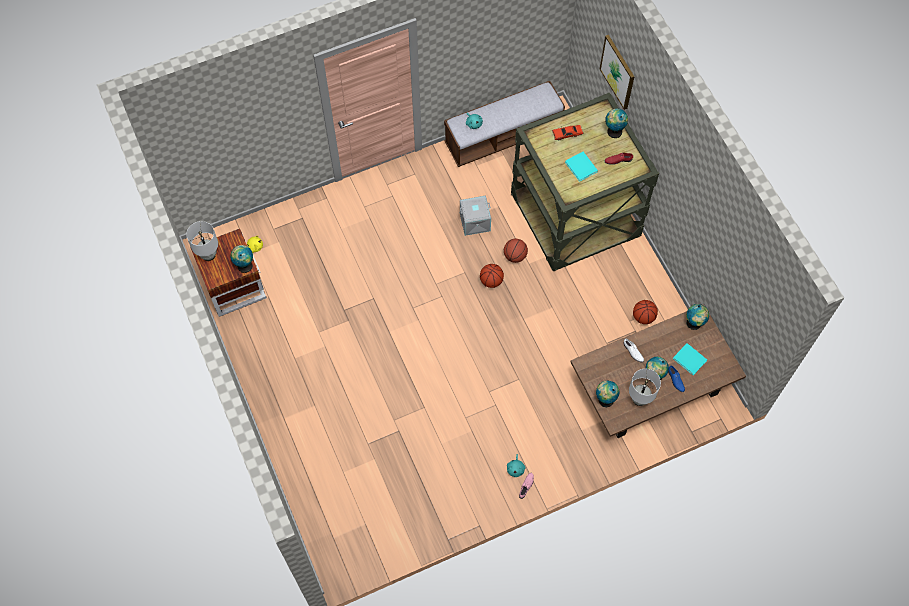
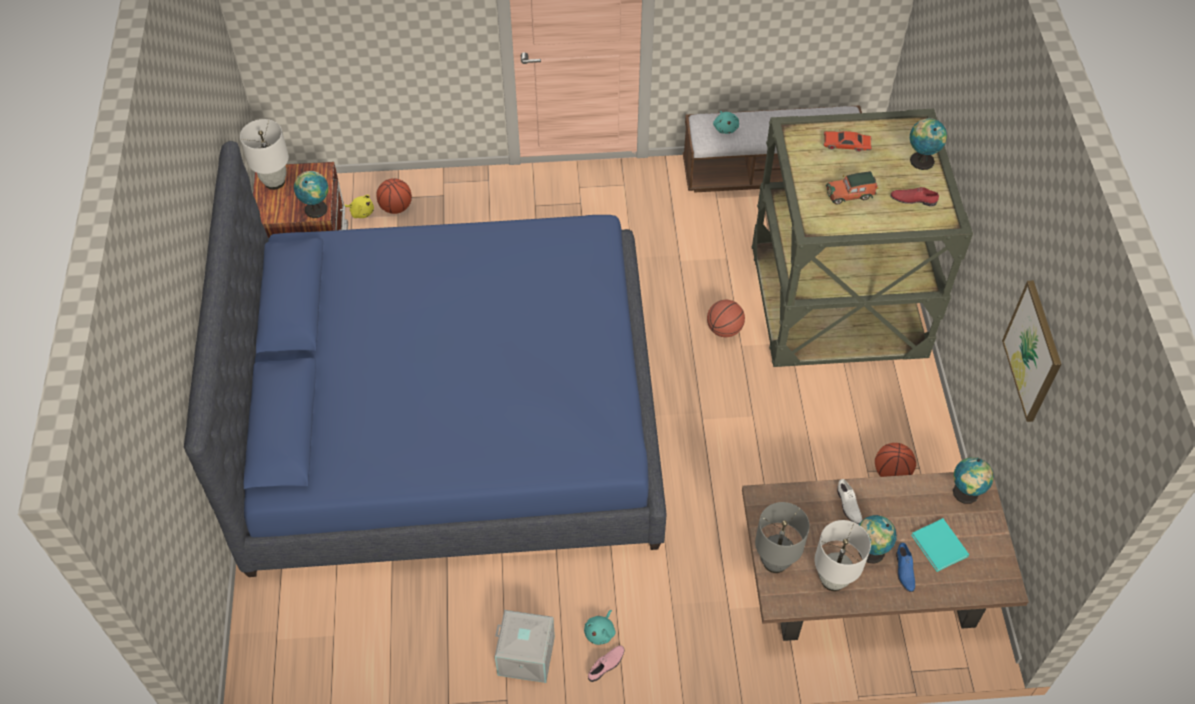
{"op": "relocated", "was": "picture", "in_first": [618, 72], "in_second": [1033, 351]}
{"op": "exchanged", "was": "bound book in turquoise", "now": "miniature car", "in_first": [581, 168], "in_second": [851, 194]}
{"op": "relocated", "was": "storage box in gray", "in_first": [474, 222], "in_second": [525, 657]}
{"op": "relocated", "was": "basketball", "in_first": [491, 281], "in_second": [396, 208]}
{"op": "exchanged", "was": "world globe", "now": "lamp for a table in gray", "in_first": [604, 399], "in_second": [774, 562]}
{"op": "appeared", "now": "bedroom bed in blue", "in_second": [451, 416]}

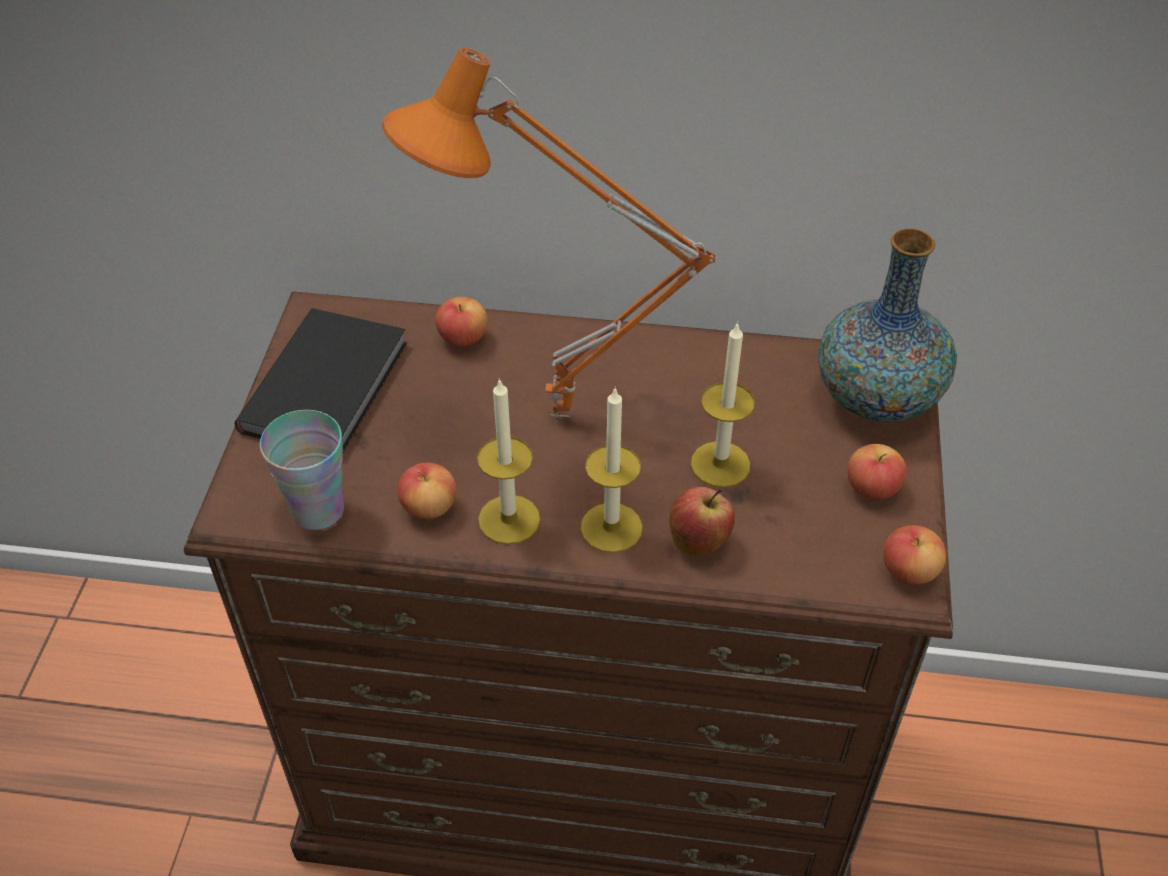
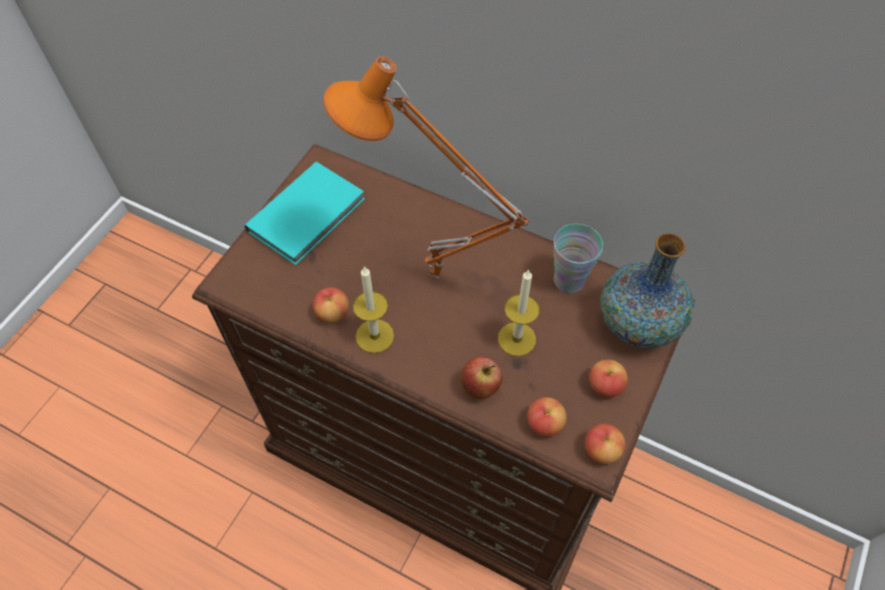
{"op": "relocated", "was": "apple", "in_first": [463, 338], "in_second": [544, 423]}
{"op": "colour", "was": "bound book in black-coloured", "now": "bound book in turquoise", "in_first": [330, 385], "in_second": [309, 215]}
{"op": "missing", "was": "wax candle", "in_first": [611, 527]}
{"op": "relocated", "was": "drinking cup", "in_first": [318, 510], "in_second": [569, 280]}

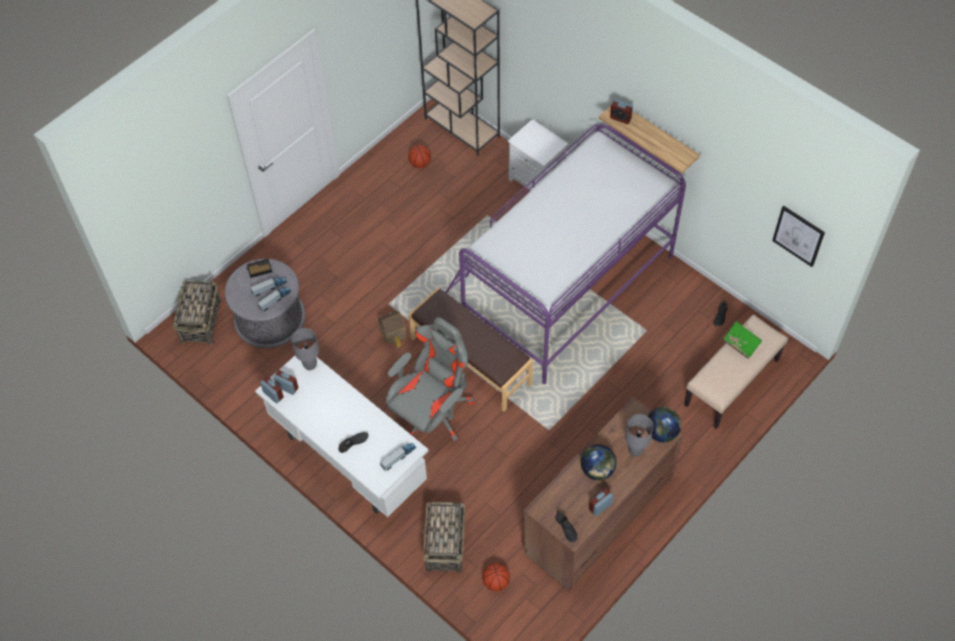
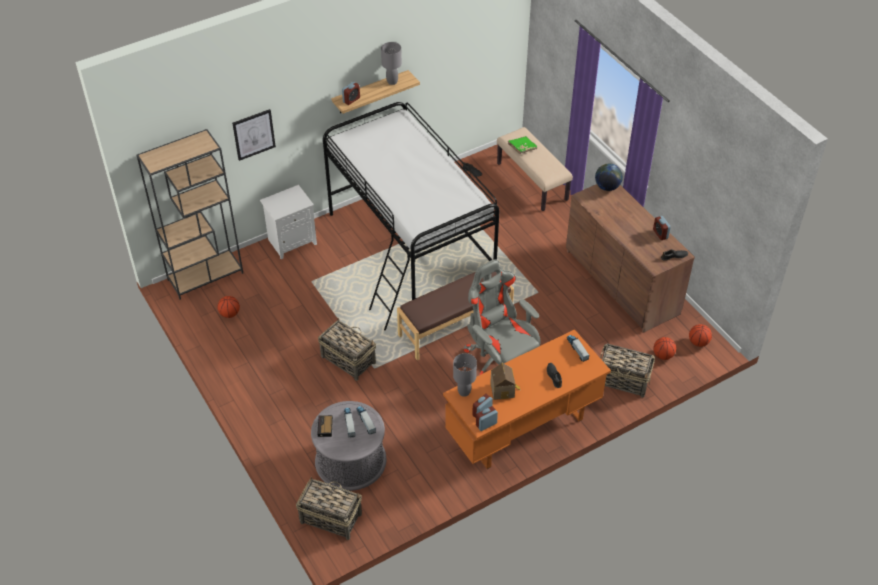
{"op": "colour", "was": "bedroom bed in purple", "now": "bedroom bed in black-coloured", "in_first": [565, 289], "in_second": [409, 251]}
{"op": "relocated", "was": "picture", "in_first": [798, 235], "in_second": [253, 134]}
{"op": "relocated", "was": "toy house", "in_first": [393, 334], "in_second": [503, 390]}
{"op": "colour", "was": "desk table in white", "now": "desk table in orange-coloured", "in_first": [348, 459], "in_second": [523, 429]}
{"op": "relocated", "was": "lamp for a table in gray", "in_first": [635, 451], "in_second": [392, 82]}
{"op": "missing", "was": "world globe", "in_first": [597, 470]}
{"op": "appeared", "now": "basket", "in_second": [347, 359]}
{"op": "appeared", "now": "basketball", "in_second": [698, 342]}

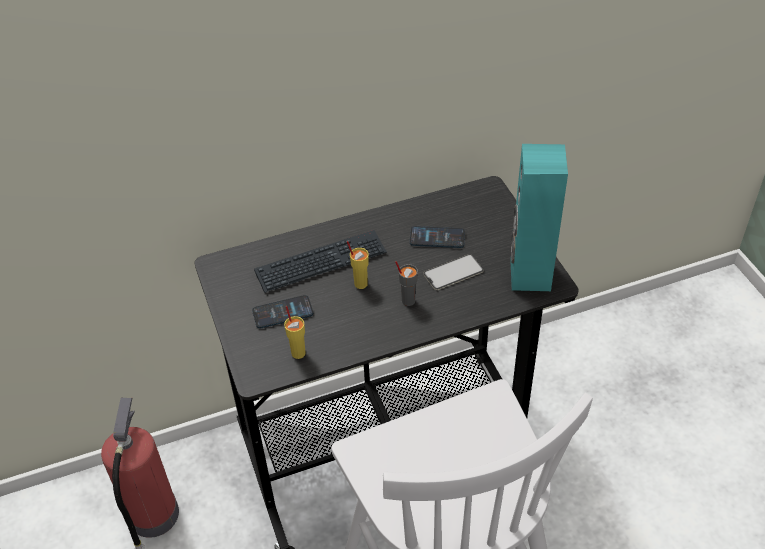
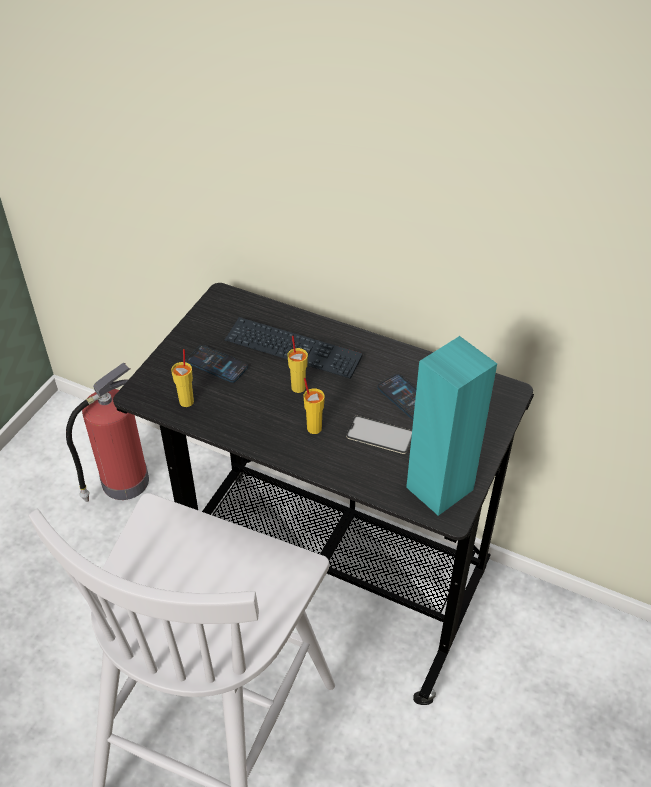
{"op": "colour", "was": "drinking cup in gray", "now": "drinking cup in yellow-coloured", "in_first": [408, 300], "in_second": [314, 428]}

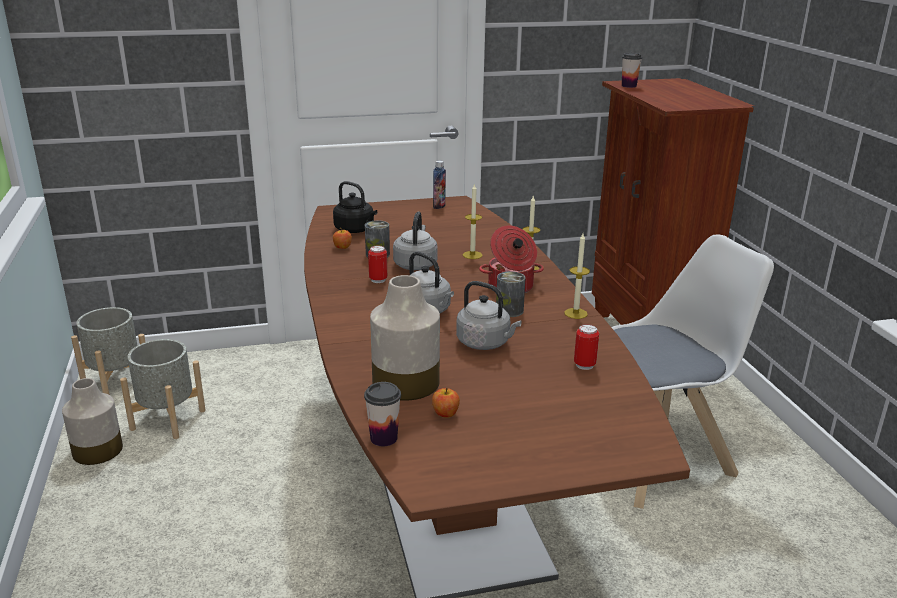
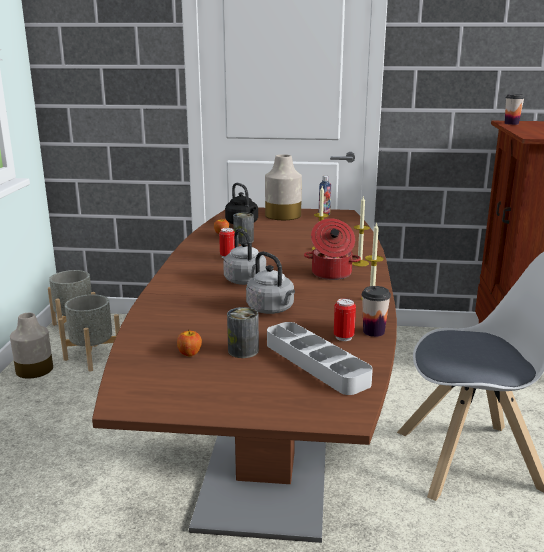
{"op": "missing", "was": "tea kettle in gray", "in_first": [416, 264]}
{"op": "relocated", "was": "can", "in_first": [509, 310], "in_second": [243, 350]}
{"op": "relocated", "was": "flower vase in beige-coloured", "in_first": [406, 382], "in_second": [283, 215]}
{"op": "relocated", "was": "drinking cup", "in_first": [383, 438], "in_second": [373, 332]}
{"op": "appeared", "now": "serving tray in gray", "in_second": [316, 363]}

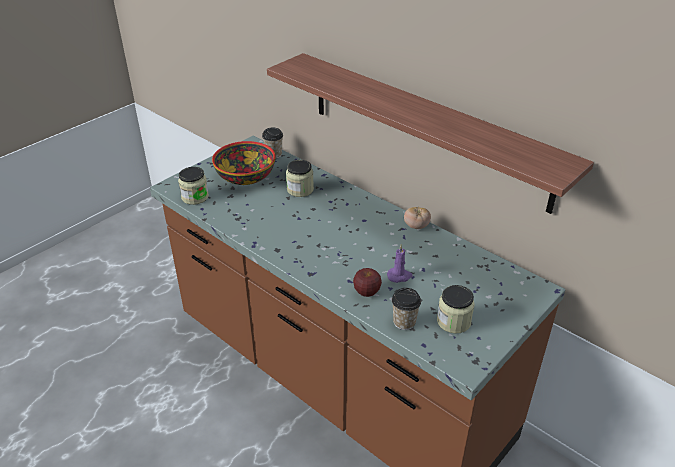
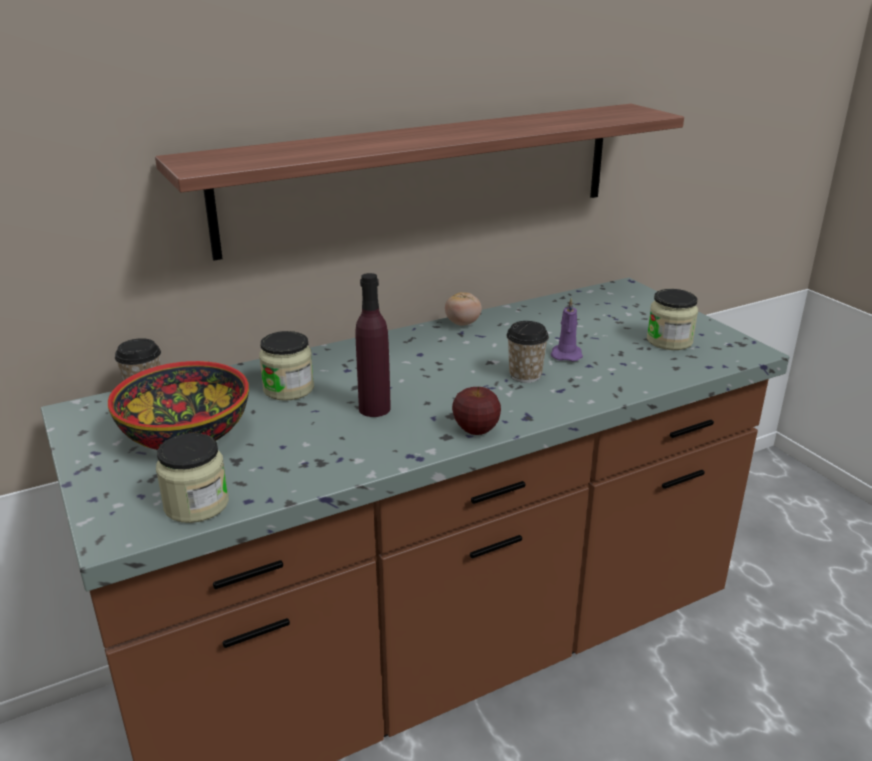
{"op": "relocated", "was": "apple", "in_first": [366, 292], "in_second": [476, 430]}
{"op": "relocated", "was": "drinking cup", "in_first": [404, 322], "in_second": [525, 375]}
{"op": "appeared", "now": "bottle in purple", "in_second": [374, 409]}

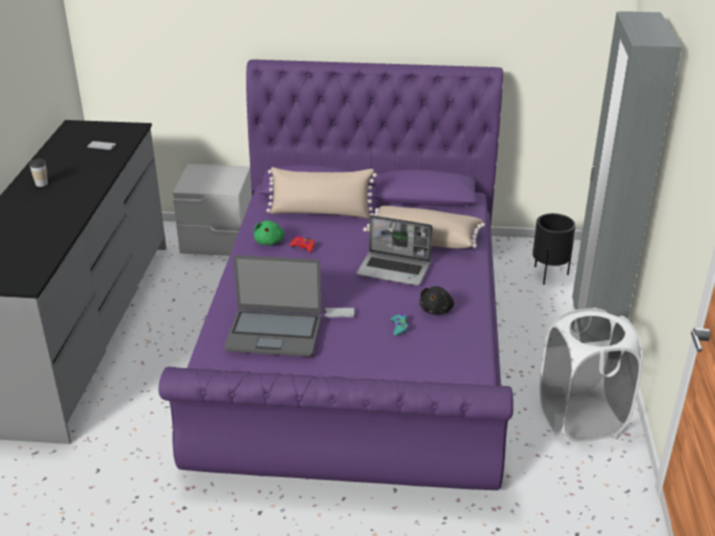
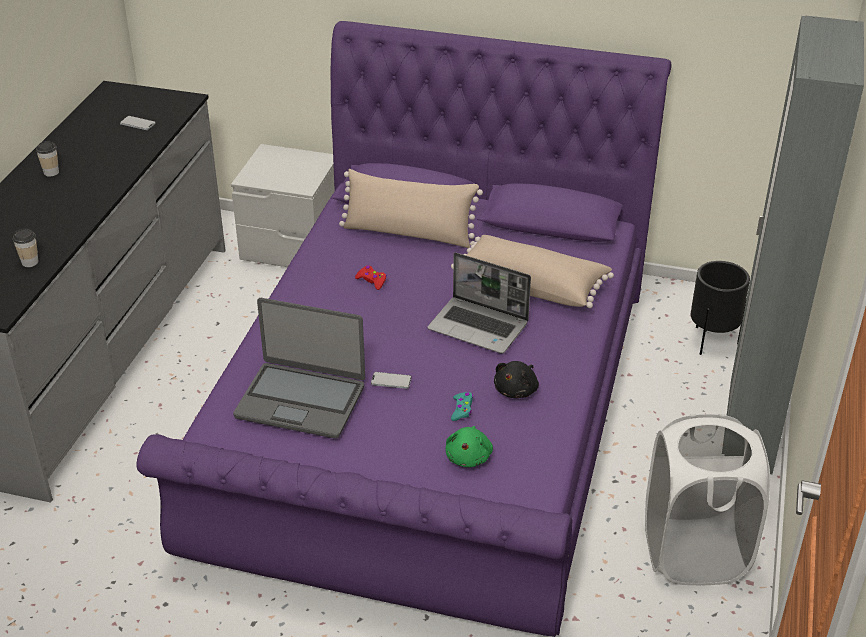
{"op": "relocated", "was": "plush toy in greenish", "in_first": [269, 241], "in_second": [469, 457]}
{"op": "appeared", "now": "drinking cup", "in_second": [30, 262]}

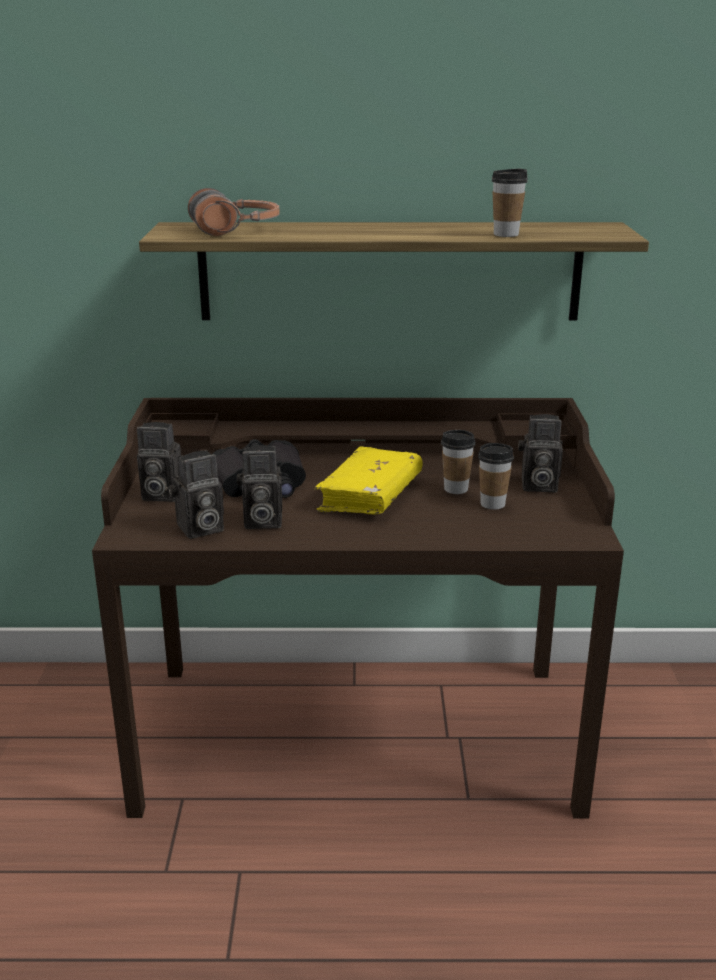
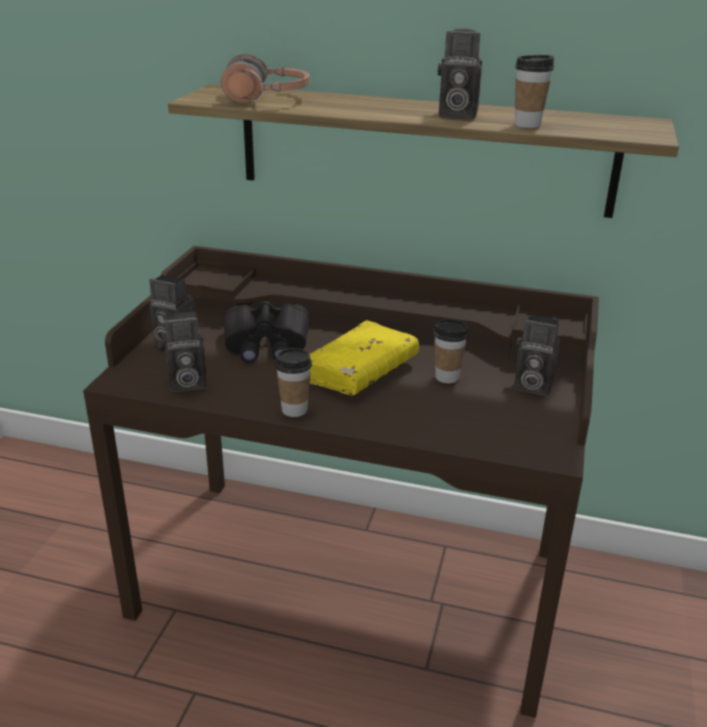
{"op": "relocated", "was": "drinking cup", "in_first": [492, 504], "in_second": [294, 410]}
{"op": "relocated", "was": "photo camera", "in_first": [260, 522], "in_second": [455, 115]}

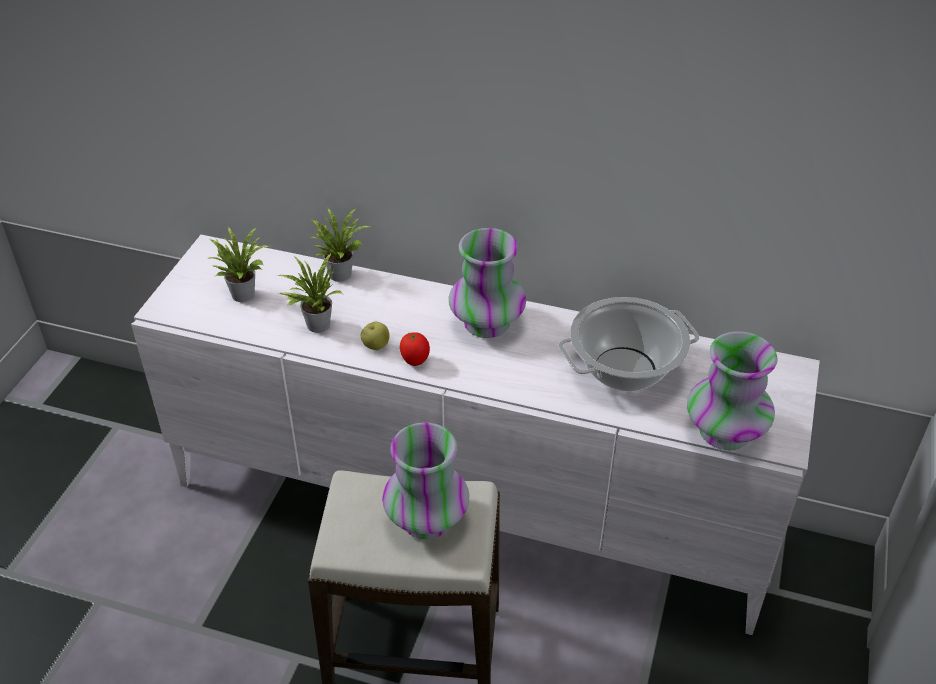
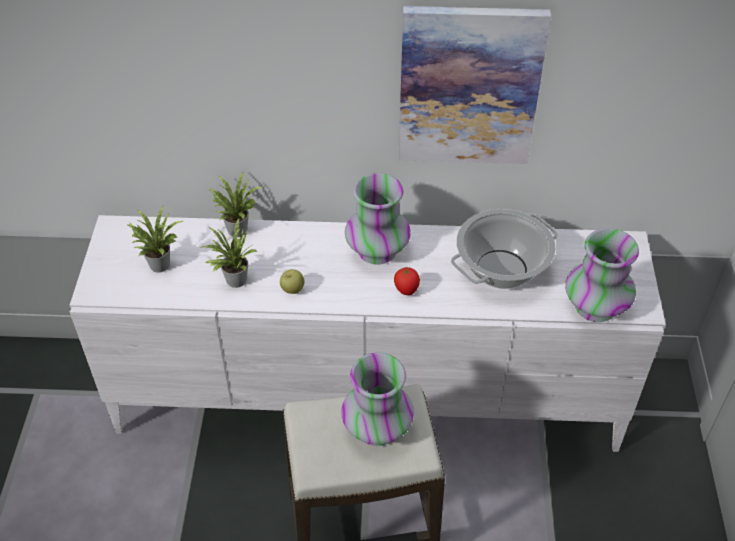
{"op": "relocated", "was": "tomato", "in_first": [415, 361], "in_second": [406, 290]}
{"op": "appeared", "now": "picture", "in_second": [468, 86]}

